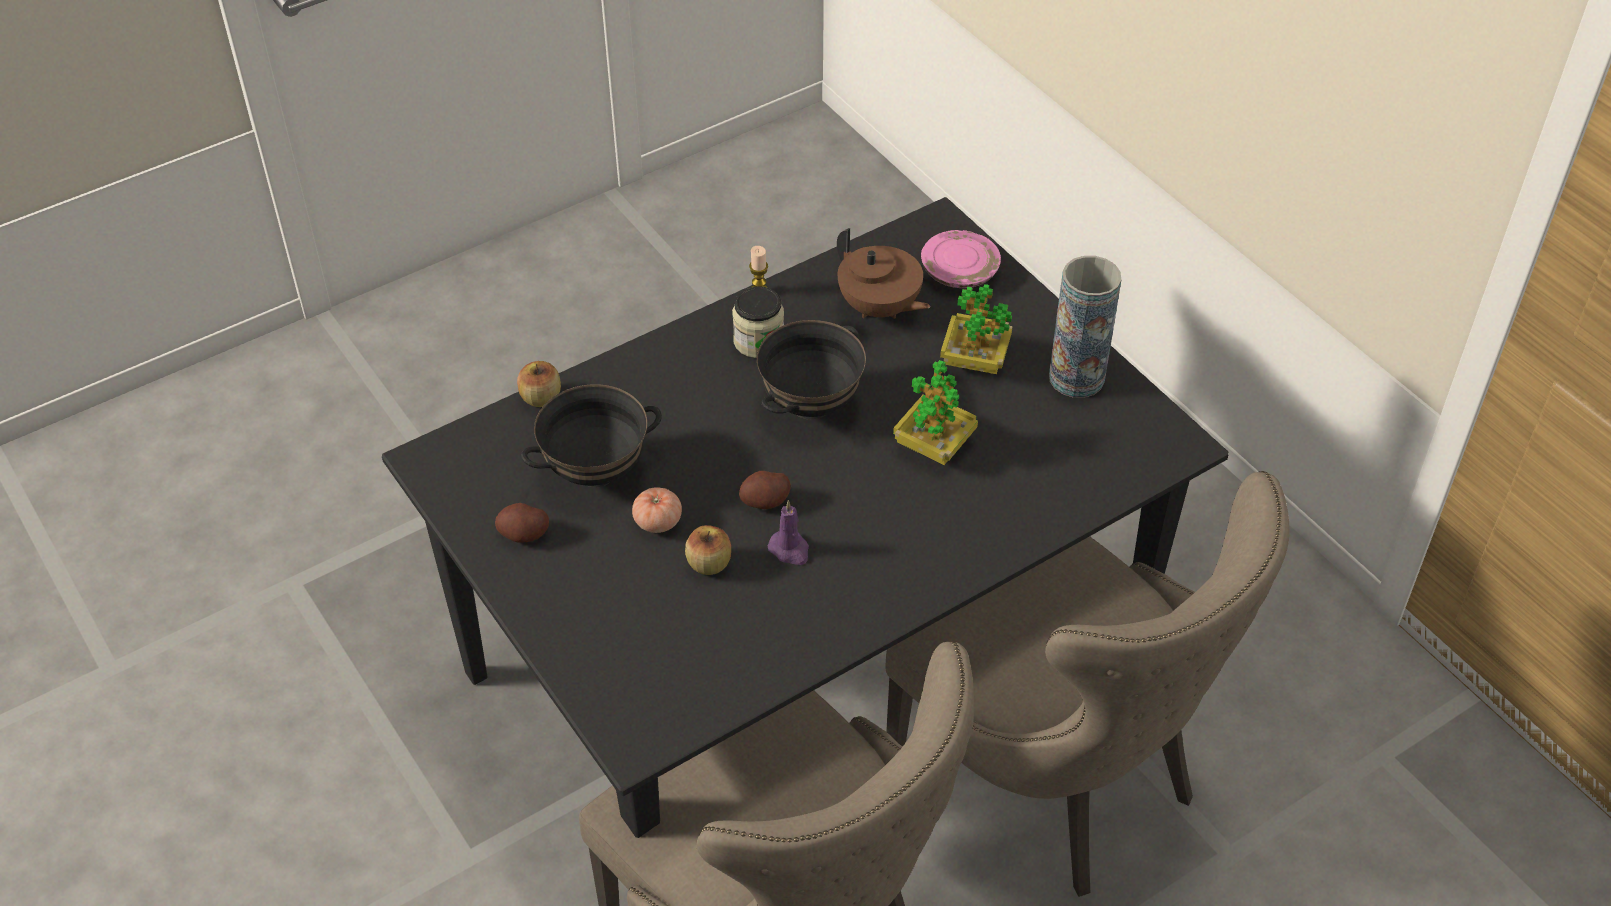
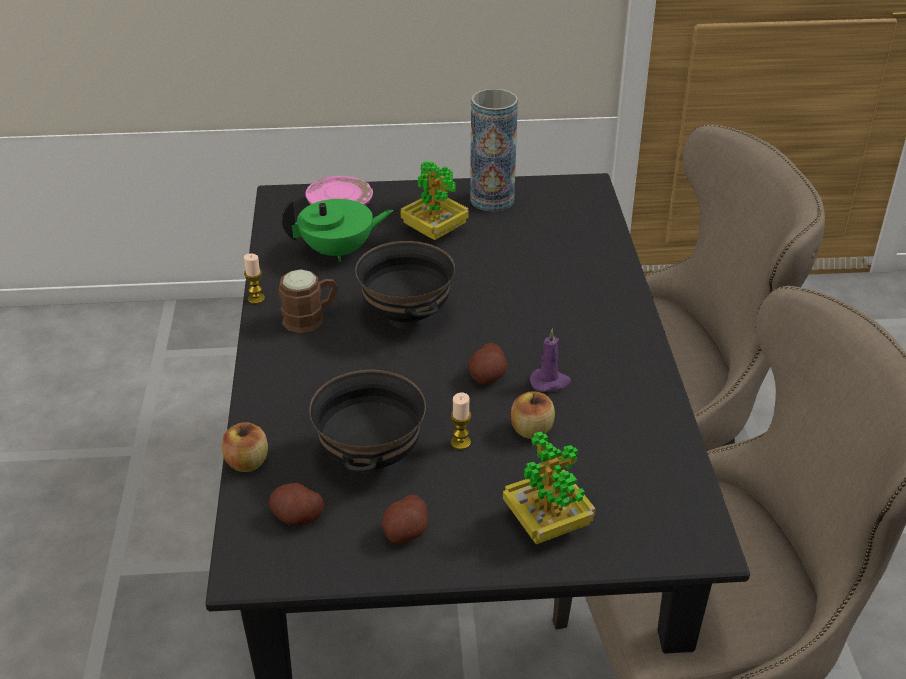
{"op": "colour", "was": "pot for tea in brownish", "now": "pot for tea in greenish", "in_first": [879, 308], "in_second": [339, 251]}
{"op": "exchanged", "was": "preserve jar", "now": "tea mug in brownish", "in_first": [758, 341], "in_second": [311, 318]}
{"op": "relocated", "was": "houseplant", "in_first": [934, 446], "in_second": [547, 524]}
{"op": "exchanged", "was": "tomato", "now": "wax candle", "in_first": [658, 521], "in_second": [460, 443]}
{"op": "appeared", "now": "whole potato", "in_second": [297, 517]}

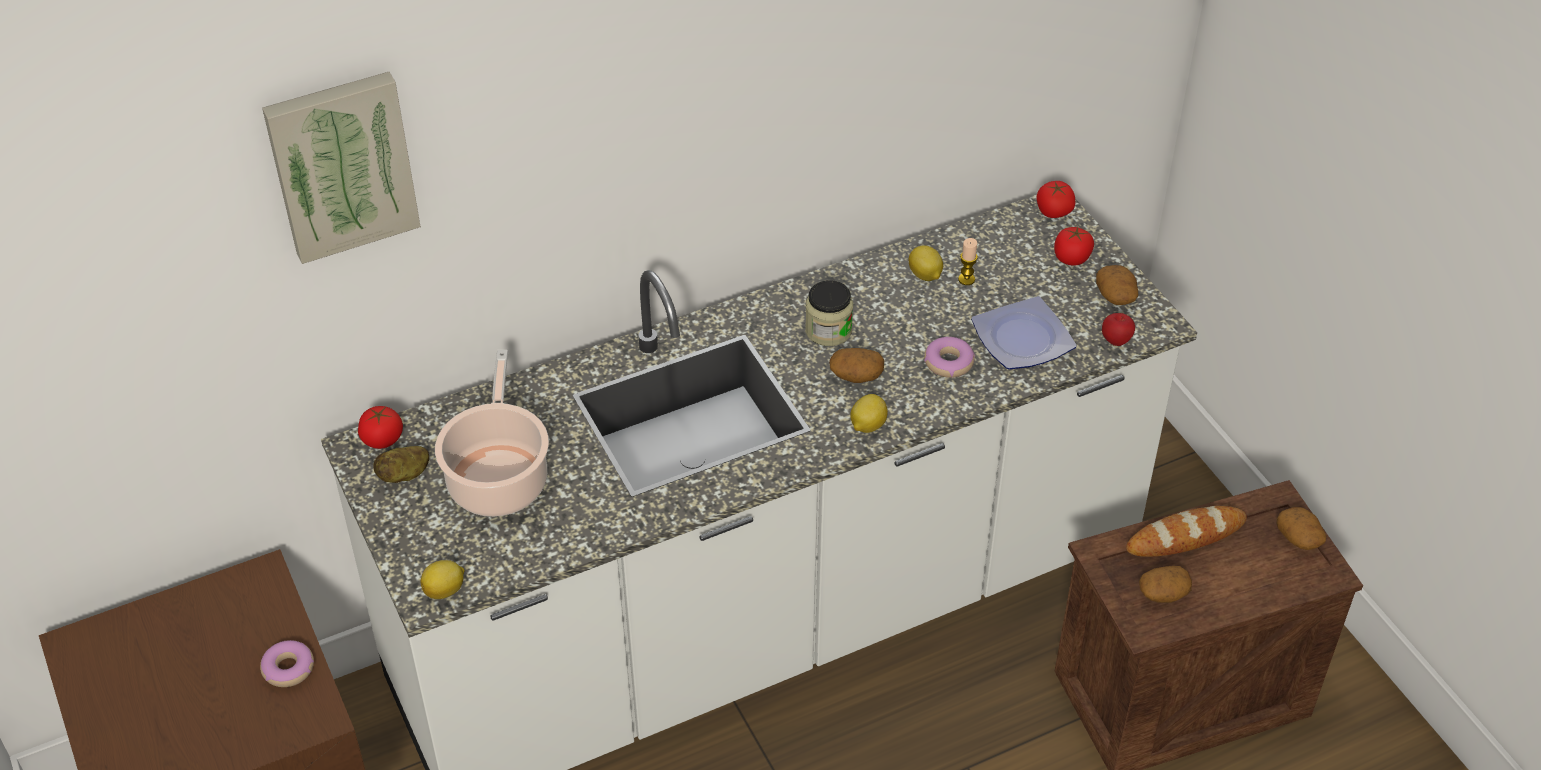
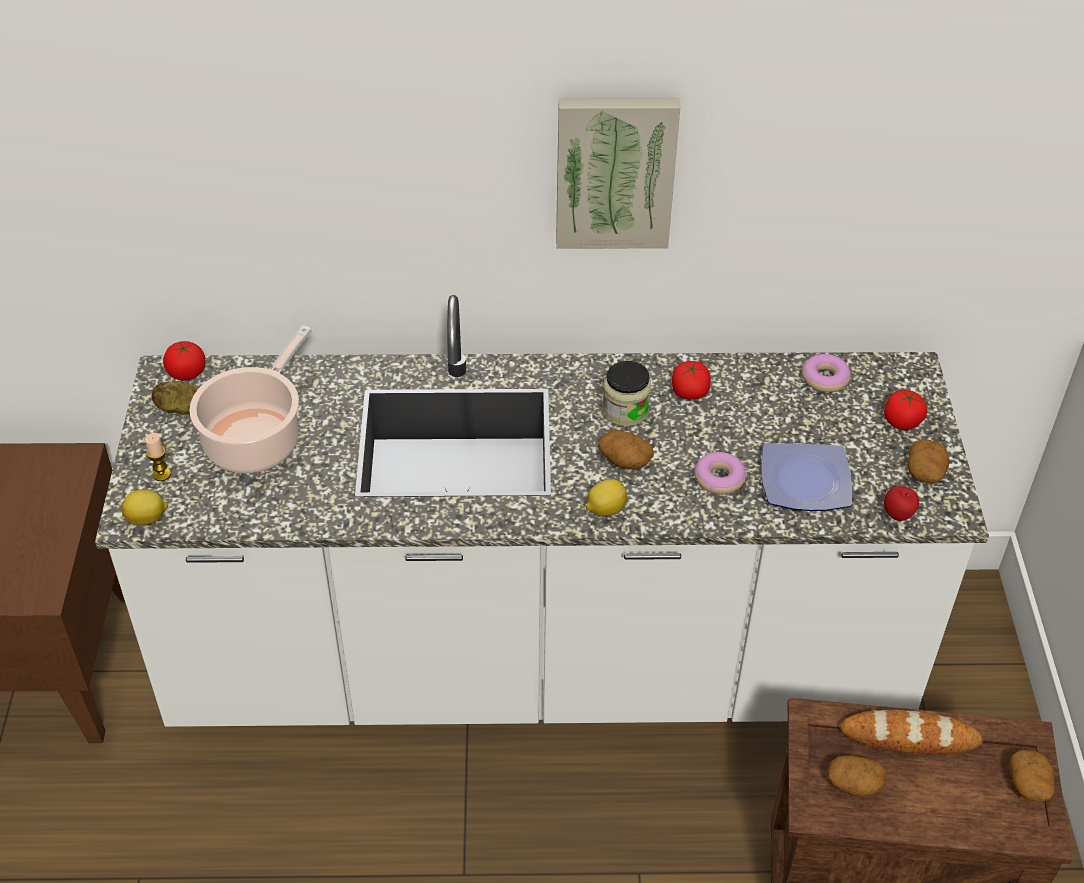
{"op": "relocated", "was": "picture", "in_first": [341, 164], "in_second": [615, 170]}
{"op": "relocated", "was": "tomato", "in_first": [1053, 212], "in_second": [689, 392]}
{"op": "relocated", "was": "wax candle", "in_first": [966, 279], "in_second": [161, 474]}
{"op": "missing", "was": "whole lemon", "in_first": [925, 276]}
{"op": "relocated", "was": "ring doughnut", "in_first": [288, 668], "in_second": [825, 379]}

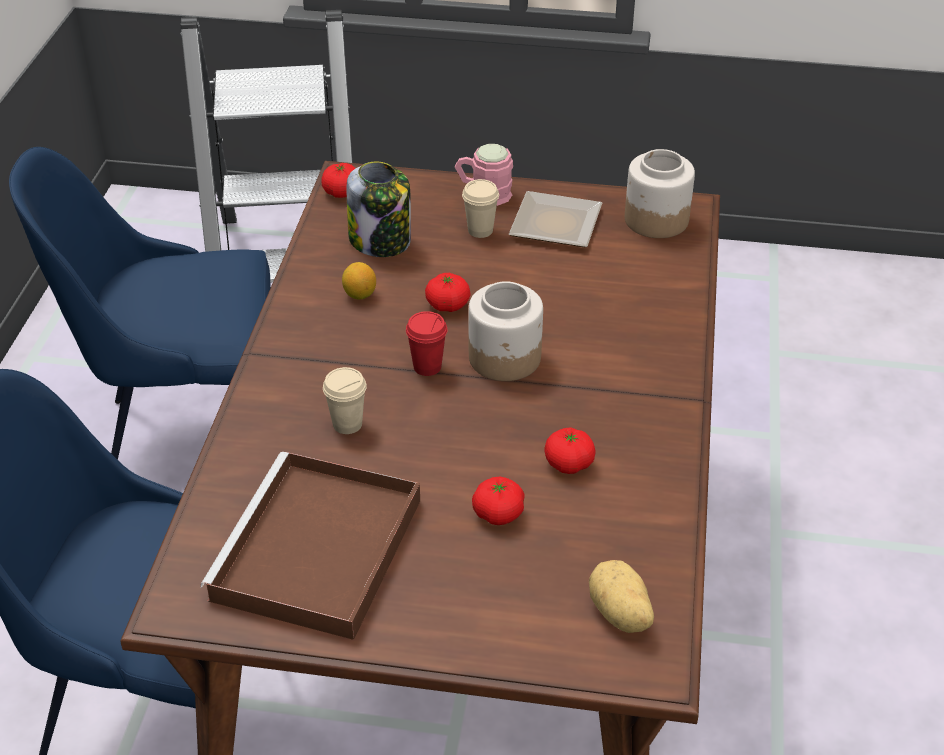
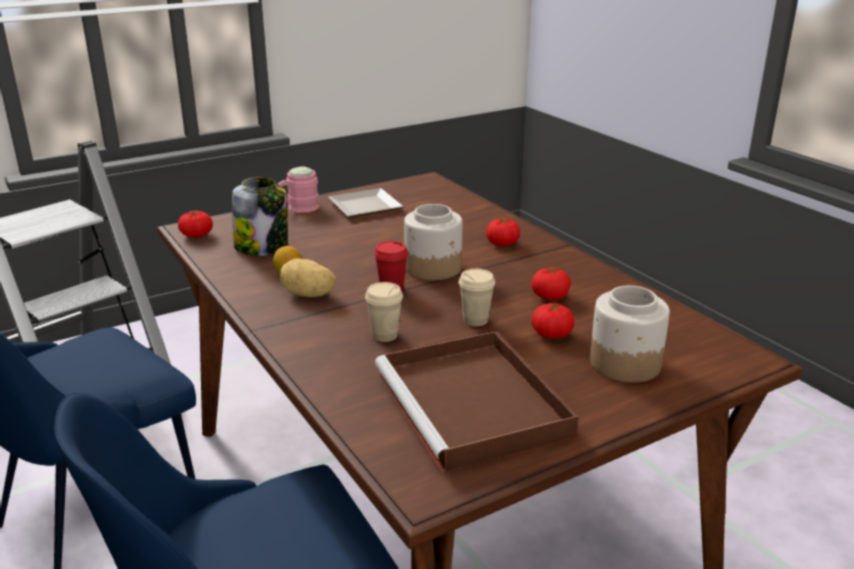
{"op": "relocated", "was": "preserve jar", "in_first": [655, 219], "in_second": [624, 363]}
{"op": "relocated", "was": "drinking cup in beige-coloured", "in_first": [480, 230], "in_second": [475, 320]}
{"op": "relocated", "was": "tomato", "in_first": [447, 305], "in_second": [502, 243]}
{"op": "relocated", "was": "whole potato", "in_first": [619, 614], "in_second": [308, 295]}

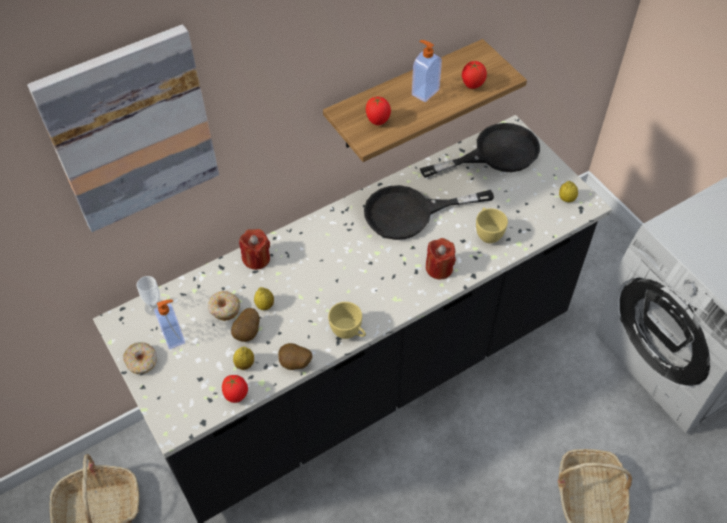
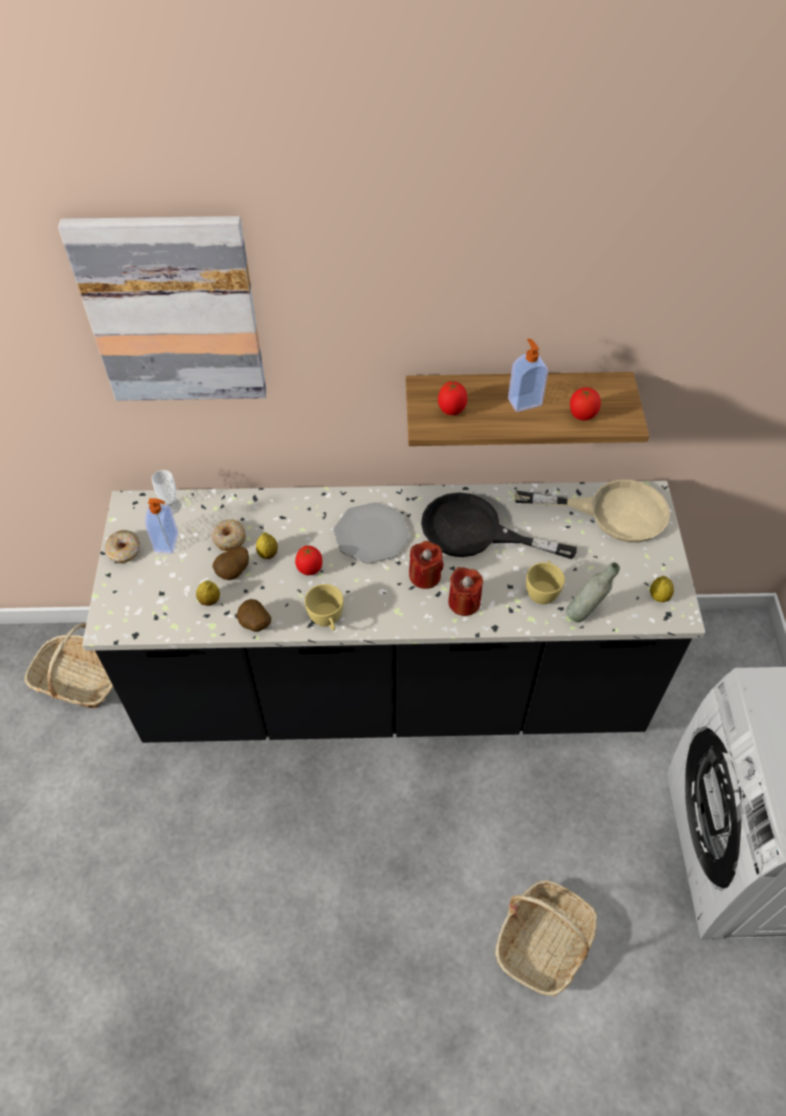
{"op": "colour", "was": "frying pan in black-coloured", "now": "frying pan in beige-coloured", "in_first": [495, 154], "in_second": [612, 512]}
{"op": "relocated", "was": "wax candle in reddish", "in_first": [256, 258], "in_second": [425, 576]}
{"op": "relocated", "was": "tomato", "in_first": [236, 395], "in_second": [310, 569]}
{"op": "appeared", "now": "flat dish", "in_second": [371, 534]}
{"op": "appeared", "now": "bottle in gray", "in_second": [585, 614]}

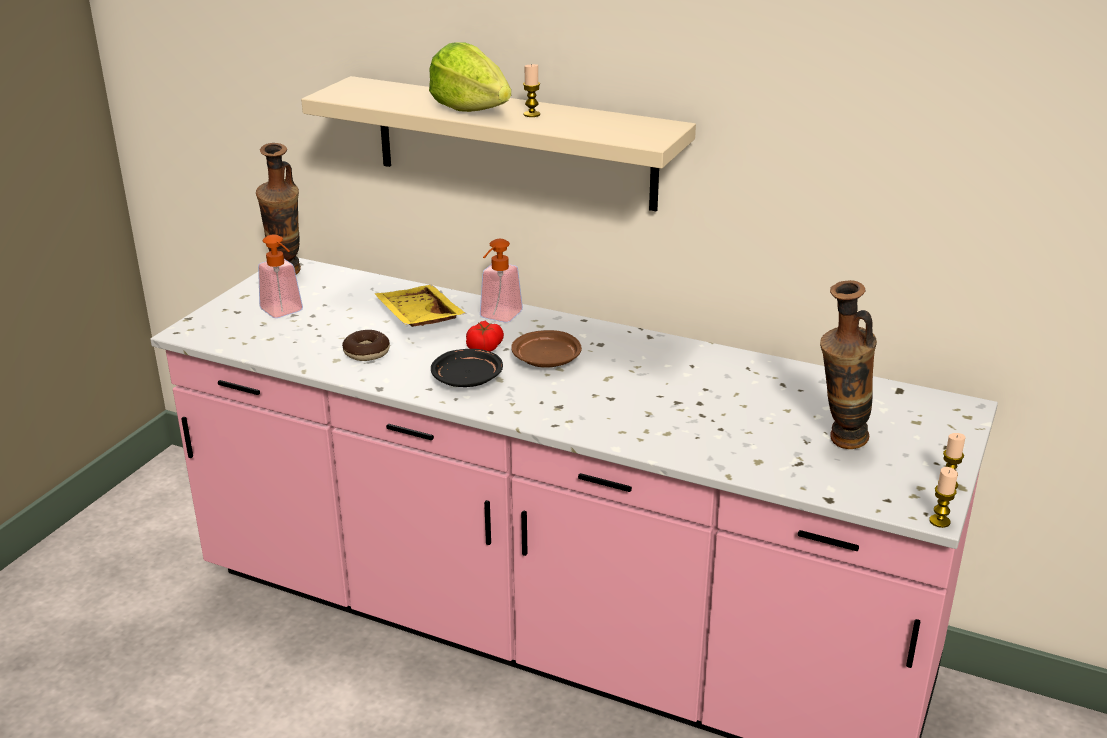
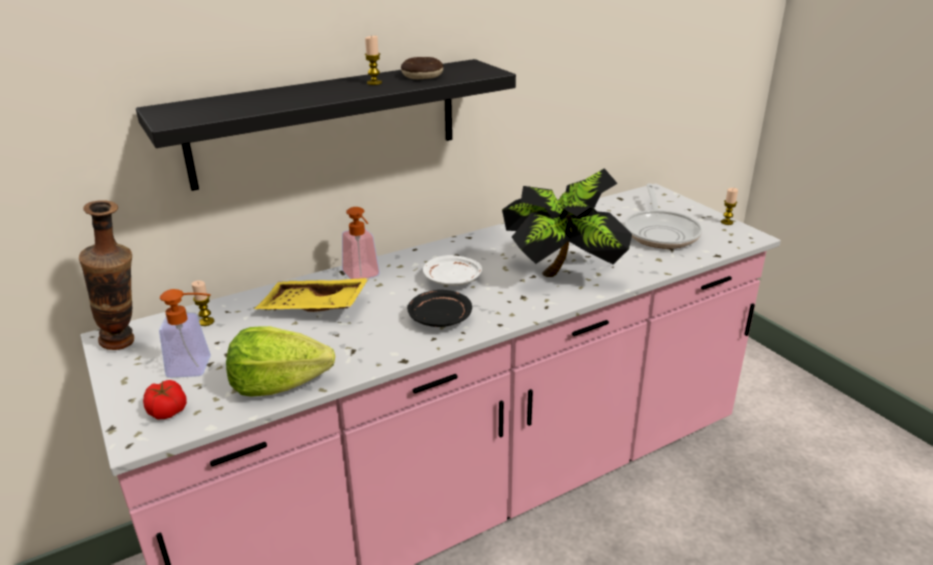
{"op": "relocated", "was": "lettuce head", "in_first": [471, 109], "in_second": [279, 385]}
{"op": "colour", "was": "bracket shelf in beige-coloured", "now": "bracket shelf in black-coloured", "in_first": [514, 143], "in_second": [327, 122]}
{"op": "exchanged", "was": "flower vase", "now": "frying pan", "in_first": [838, 444], "in_second": [660, 232]}
{"op": "relocated", "was": "tomato", "in_first": [484, 347], "in_second": [167, 409]}
{"op": "relocated", "was": "ring doughnut", "in_first": [366, 352], "in_second": [422, 76]}
{"op": "colour", "was": "flat dish in brownish", "now": "flat dish in white", "in_first": [546, 360], "in_second": [453, 280]}
{"op": "relocated", "was": "wax candle", "in_first": [939, 521], "in_second": [206, 322]}
{"op": "appeared", "now": "houseplant", "in_second": [564, 275]}

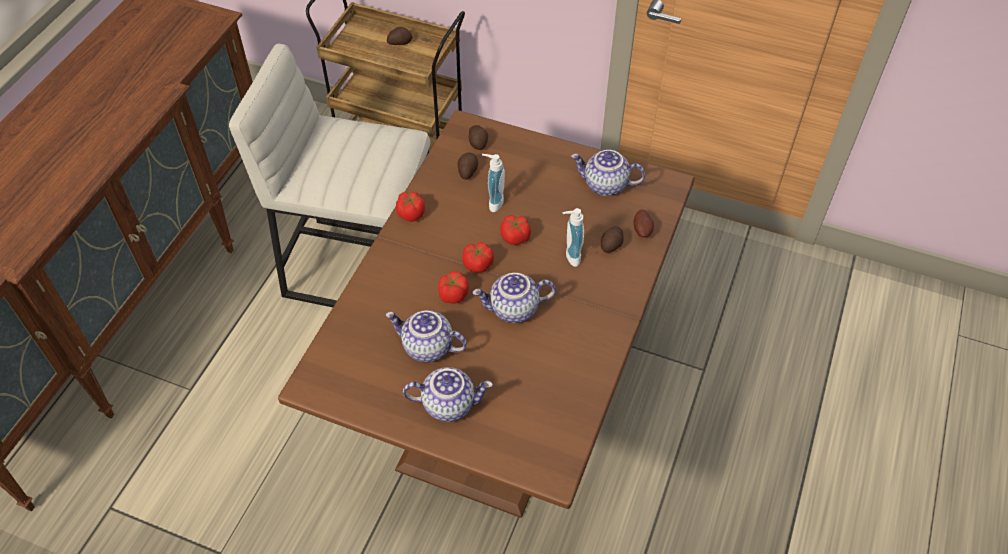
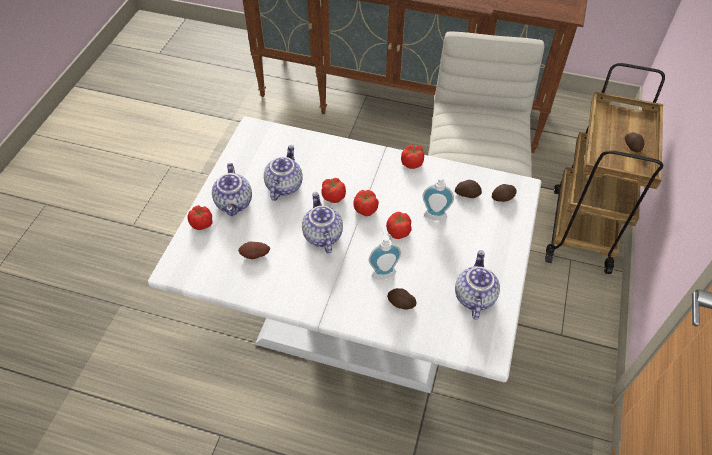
{"op": "colour", "was": "kitchen table in brownish", "now": "kitchen table in white", "in_first": [504, 399], "in_second": [355, 325]}
{"op": "relocated", "was": "whole potato", "in_first": [642, 230], "in_second": [255, 255]}
{"op": "appeared", "now": "tomato", "in_second": [202, 224]}

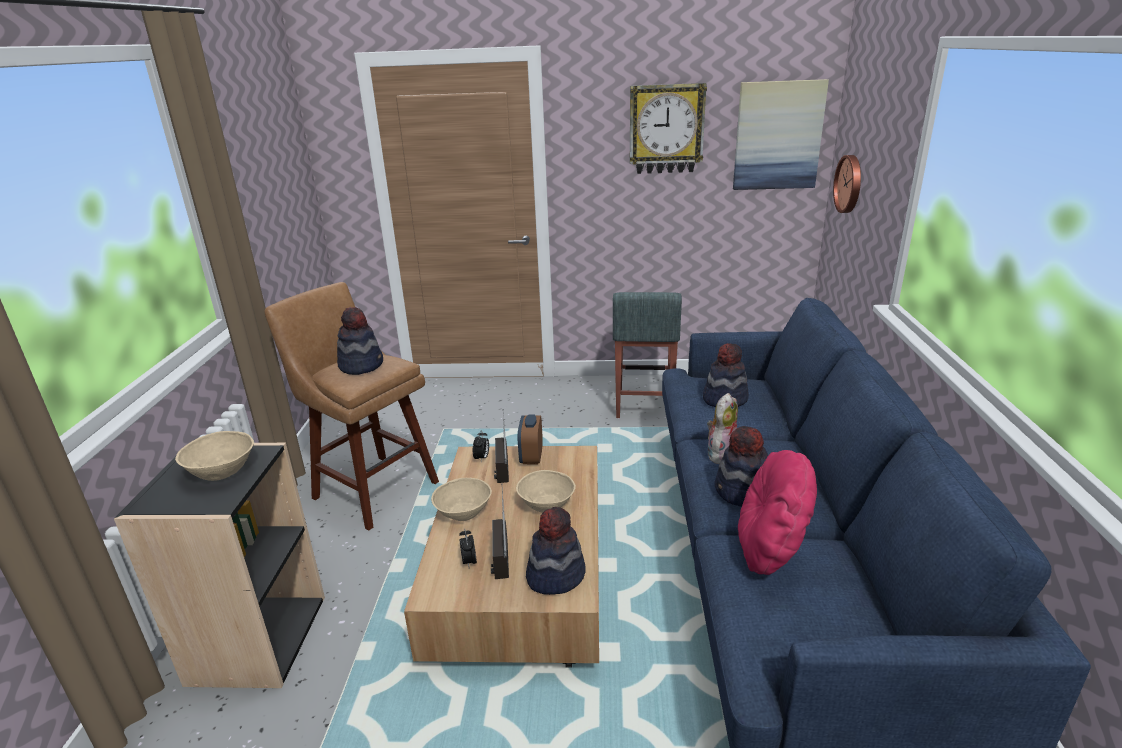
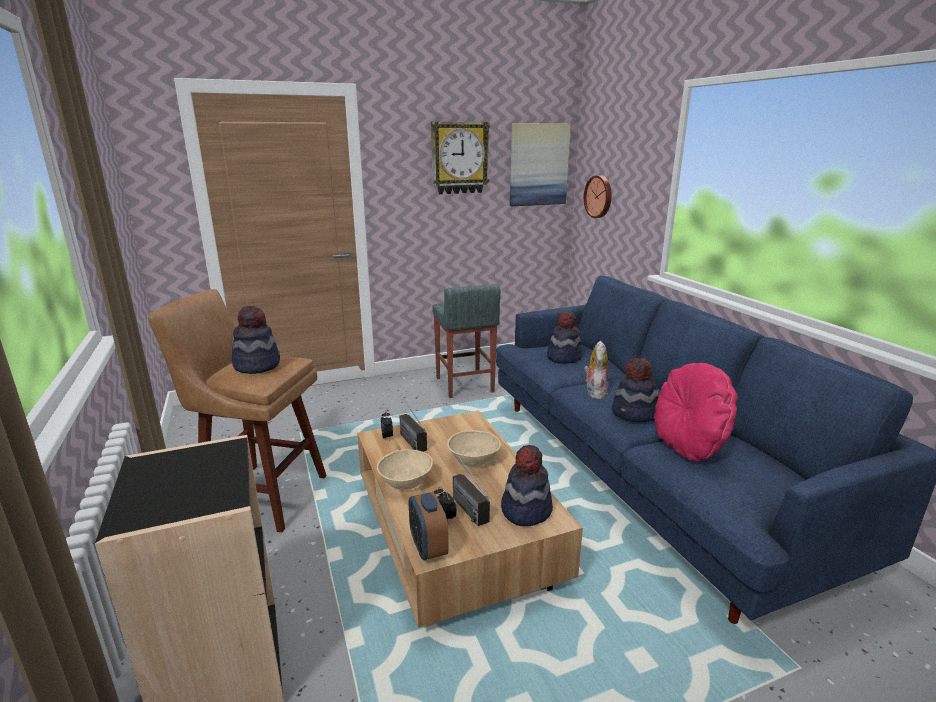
{"op": "relocated", "was": "alarm clock", "in_first": [531, 457], "in_second": [428, 547]}
{"op": "missing", "was": "serving bowl in beige-coloured", "in_first": [222, 471]}

